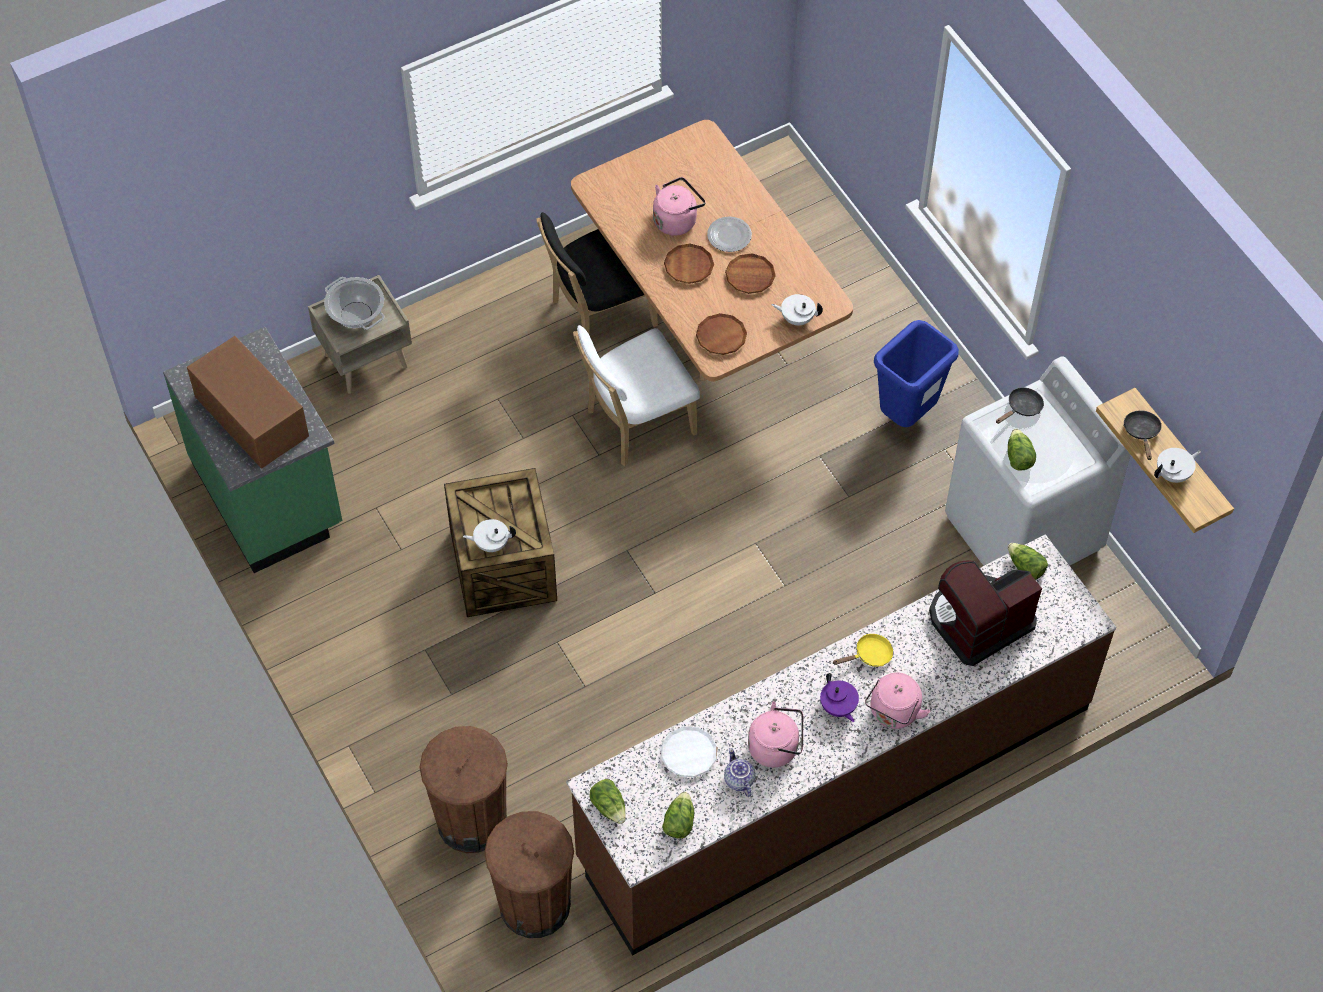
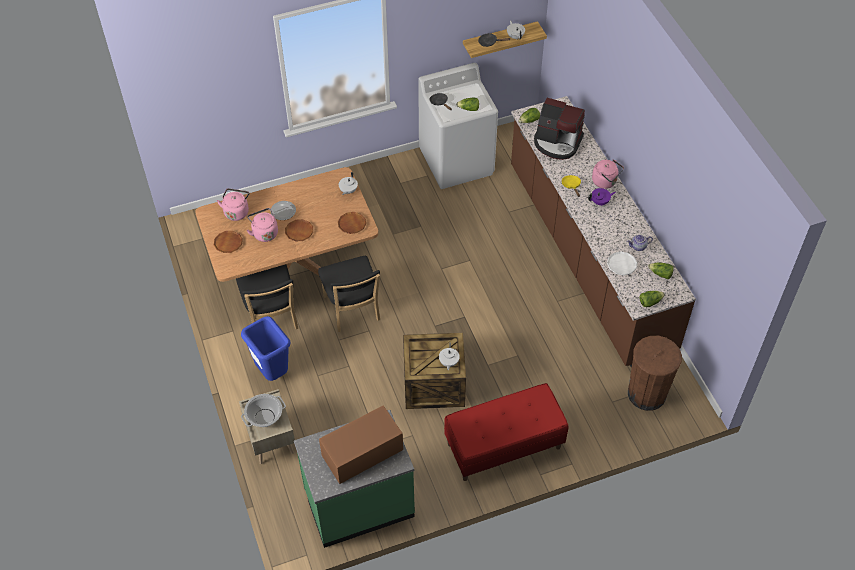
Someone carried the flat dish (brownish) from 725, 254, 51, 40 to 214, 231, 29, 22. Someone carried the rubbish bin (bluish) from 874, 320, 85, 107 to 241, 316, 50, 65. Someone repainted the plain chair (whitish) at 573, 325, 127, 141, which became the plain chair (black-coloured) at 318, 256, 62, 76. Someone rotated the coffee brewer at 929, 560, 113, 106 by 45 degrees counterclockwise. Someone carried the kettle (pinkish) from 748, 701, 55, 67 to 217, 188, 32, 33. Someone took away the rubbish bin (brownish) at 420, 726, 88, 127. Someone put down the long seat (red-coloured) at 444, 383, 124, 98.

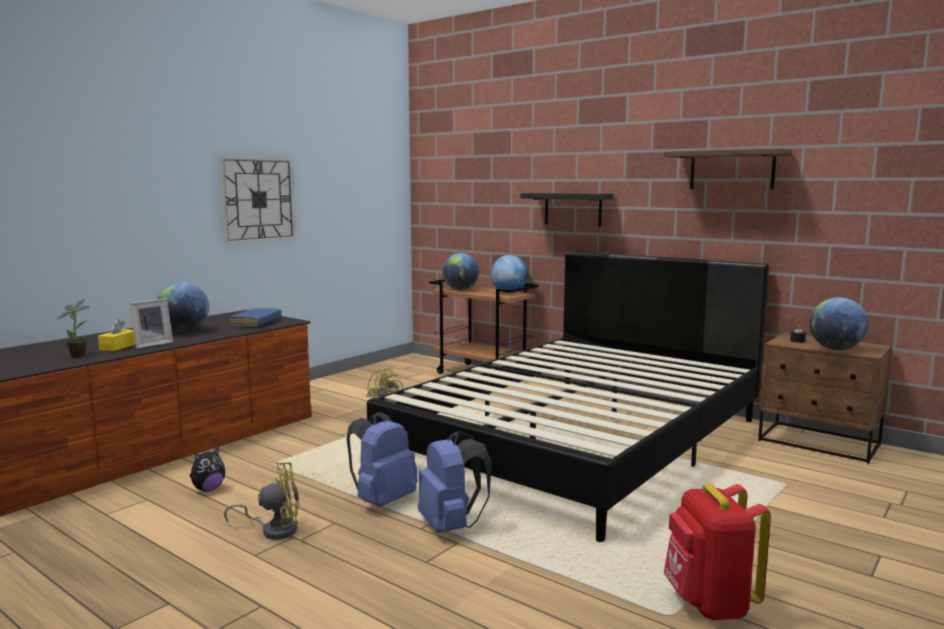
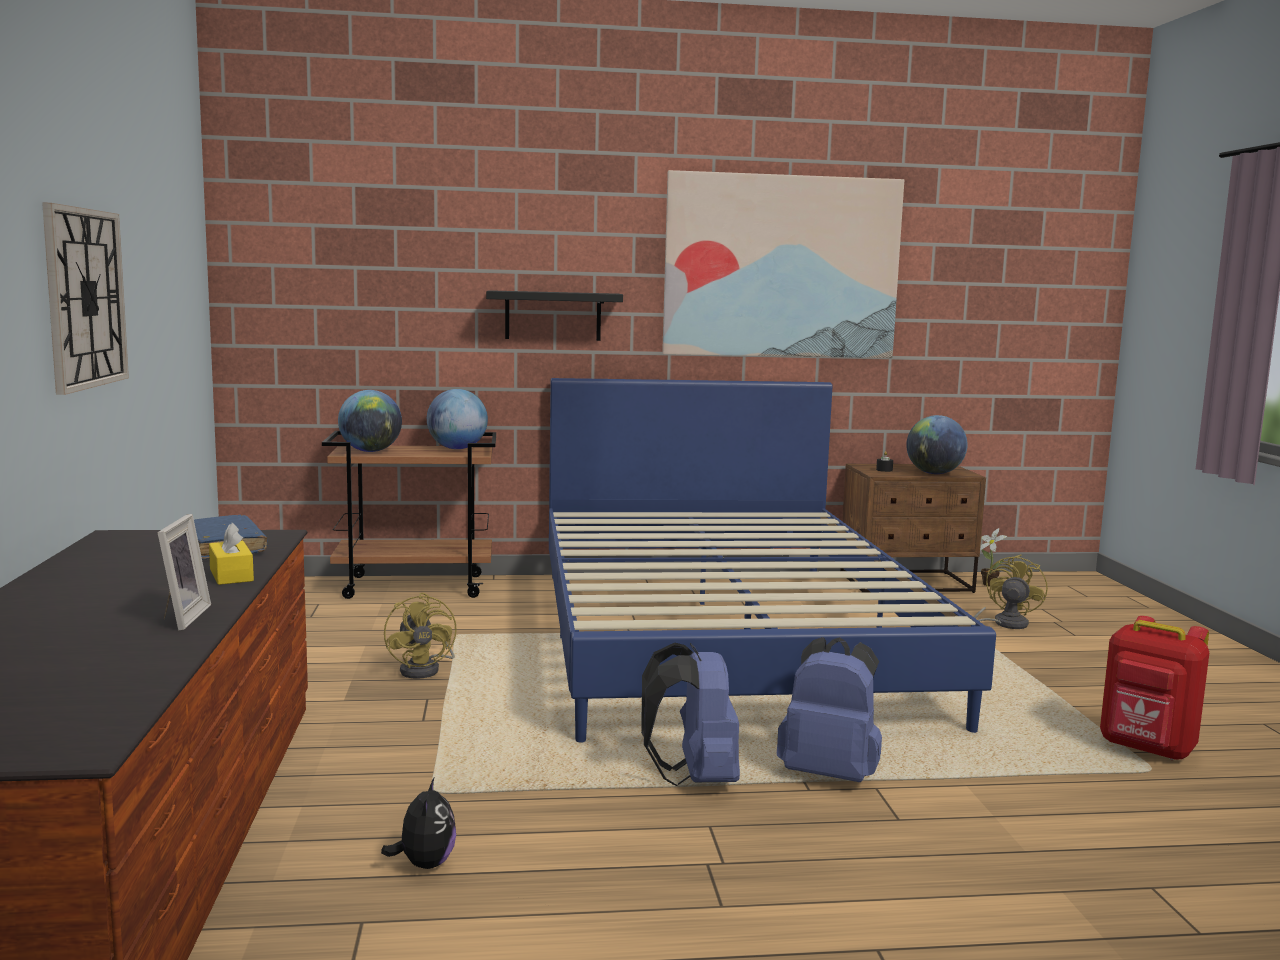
Someone swapped the wall shelf at 664, 148, 128, 41 for the wall art at 662, 170, 242, 188. Someone repainted the bedroom bed (black-coloured) at 367, 251, 402, 291, which became the bedroom bed (bluish) at 549, 378, 447, 365. Someone took away the globe at 157, 282, 52, 50. Someone carried the potted plant from 57, 299, 33, 58 to 980, 528, 27, 58. Someone carried the box of tissues (yellow) from 98, 319, 38, 32 to 209, 523, 45, 62. Someone carried the cooling fan (yellow) from 224, 462, 76, 77 to 974, 555, 74, 74.

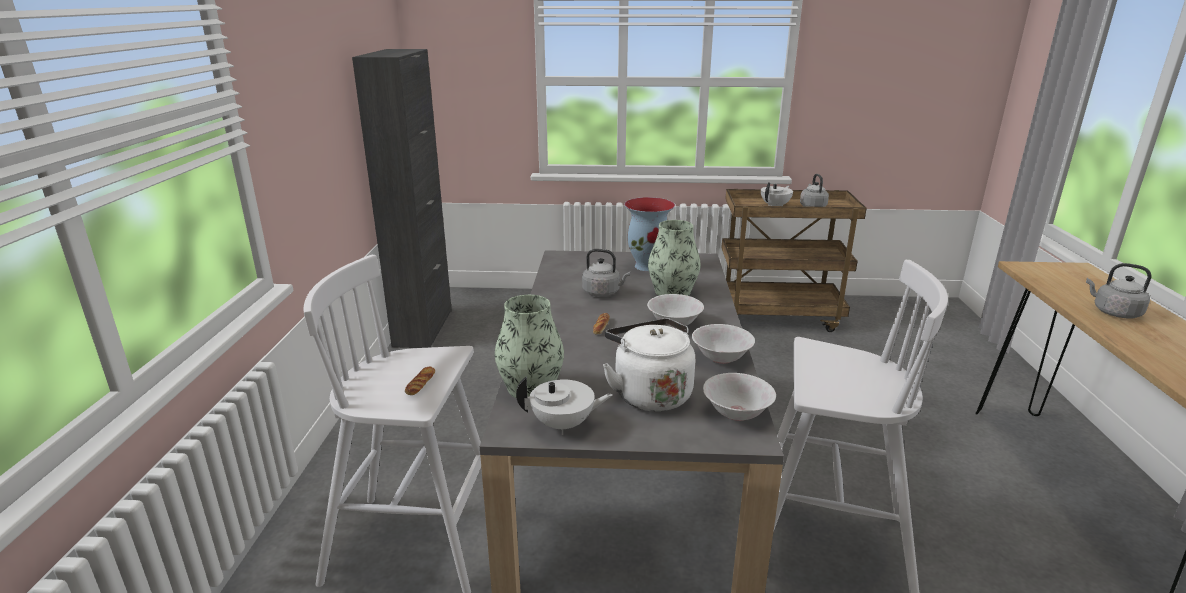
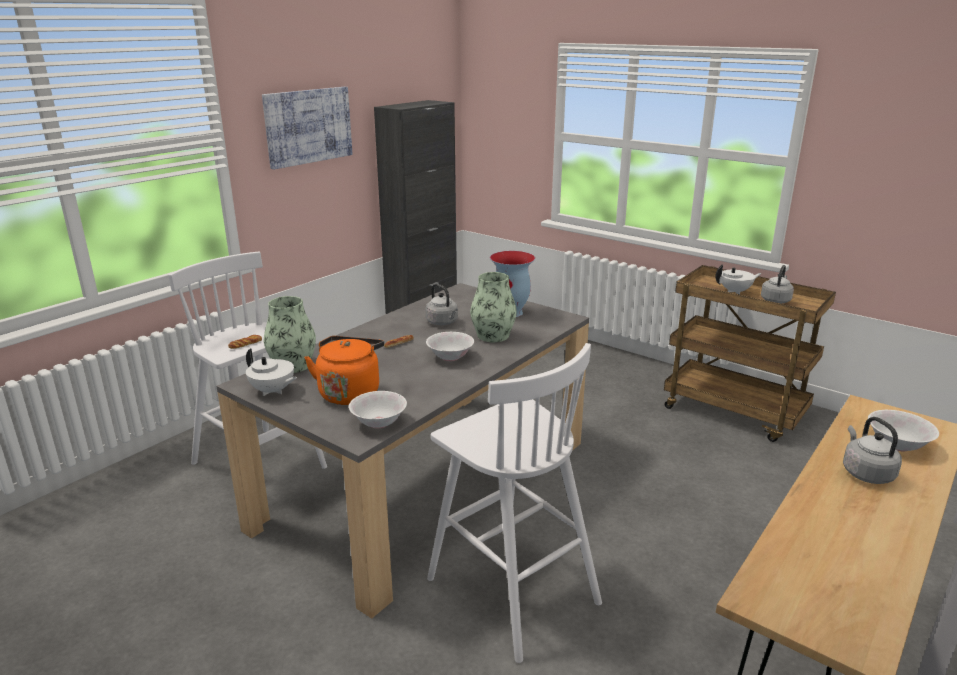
Someone repainted the kettle (whitish) at 603, 318, 92, 93, which became the kettle (orangey) at 304, 336, 80, 69. Someone carried the serving bowl (whitish) from 692, 324, 63, 40 to 868, 410, 71, 41. Someone put up the wall art at 262, 87, 91, 82.

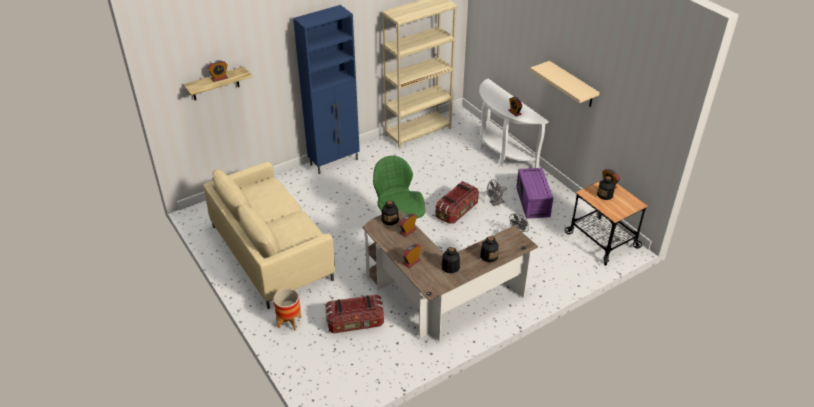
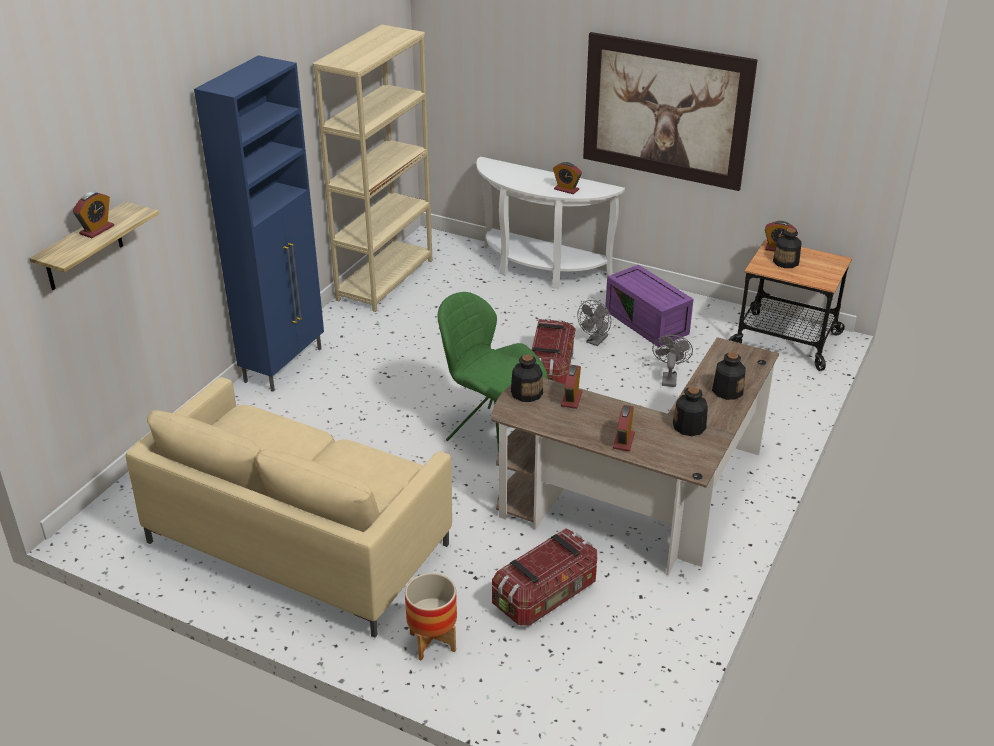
Someone swapped the wall shelf (sand-coloured) at 530, 61, 70, 46 for the wall art at 583, 32, 175, 159.

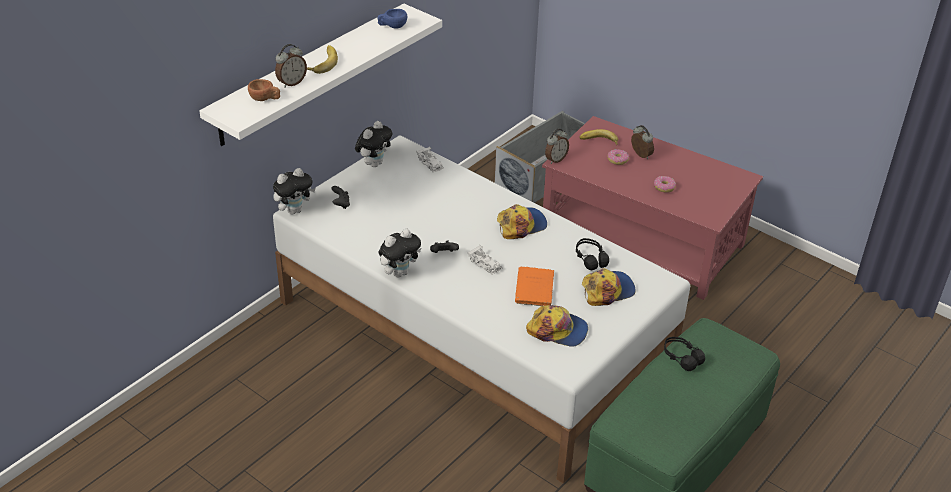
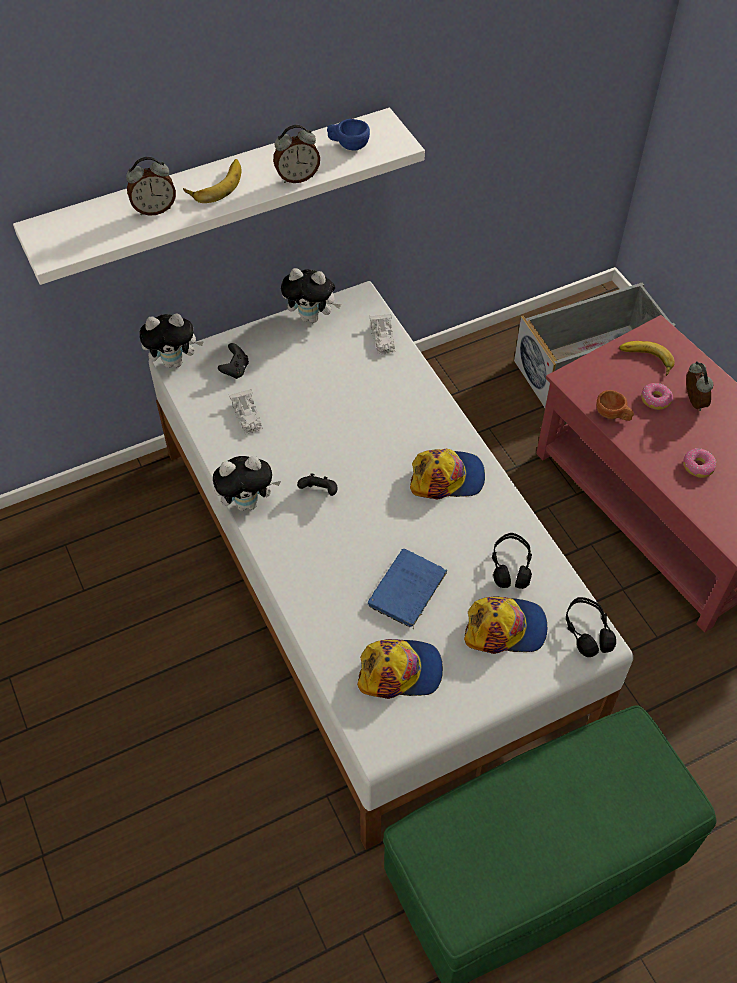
Someone carried the drinking cup (brownish) from 248, 79, 32, 22 to 597, 390, 37, 31. Someone rotated the cuddly toy at 355, 121, 37, 46 by 45 degrees clockwise. Someone carried the alarm clock from 545, 129, 24, 35 to 273, 125, 47, 58. Someone carried the model car (whitish) from 467, 244, 35, 31 to 229, 389, 34, 45. Someone repainted the book (orangey) at 515, 267, 39, 39, which became the book (bluish) at 368, 549, 79, 81. Someone rotated the peaked cap at 526, 305, 62, 42 by 45 degrees counterclockwise. Someone carried the pair of headphones (black-coloured) from 664, 337, 41, 34 to 566, 597, 50, 60.

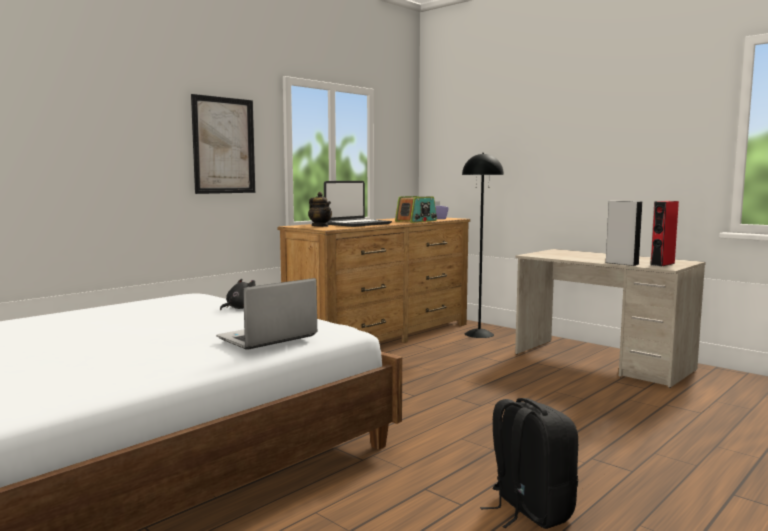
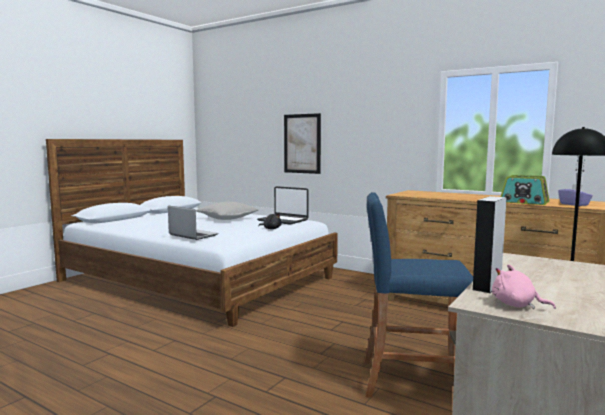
Someone carried the wall art from 191, 94, 64, 100 to 284, 113, 37, 61. Someone carried the portable computer from 324, 181, 68, 46 to 257, 186, 52, 39. Someone took away the tea pot at 308, 192, 24, 35. Someone swapped the loudspeaker (red-coloured) at 650, 201, 29, 65 for the cuddly toy (pinkish) at 492, 264, 64, 45. Someone took away the backpack (black-coloured) at 480, 398, 98, 131. Someone put down the stool (bluish) at 364, 192, 109, 206. Someone put down the pillow (greyish) at 196, 202, 63, 18.

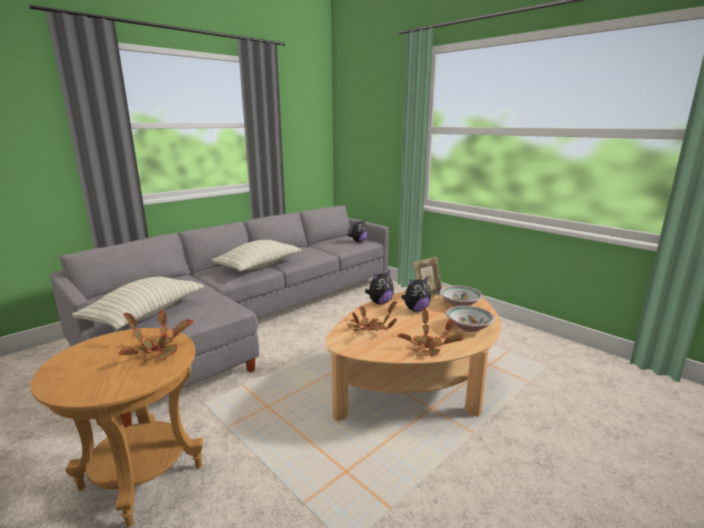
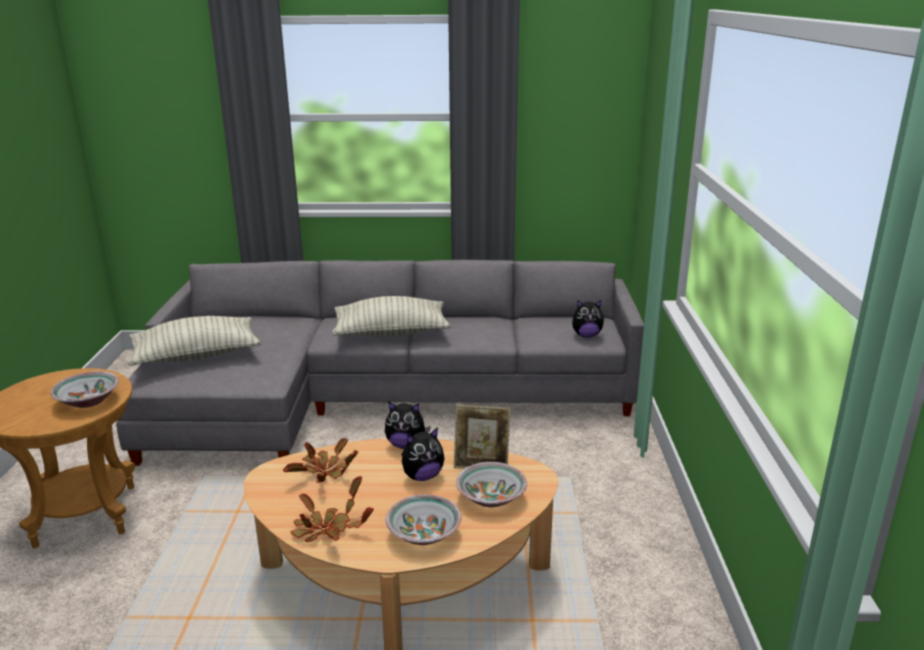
Someone rotated the cuddly toy at 401, 277, 30, 35 by 45 degrees counterclockwise. Someone swapped the potted plant at 118, 310, 76, 51 for the serving bowl at 50, 371, 69, 37.

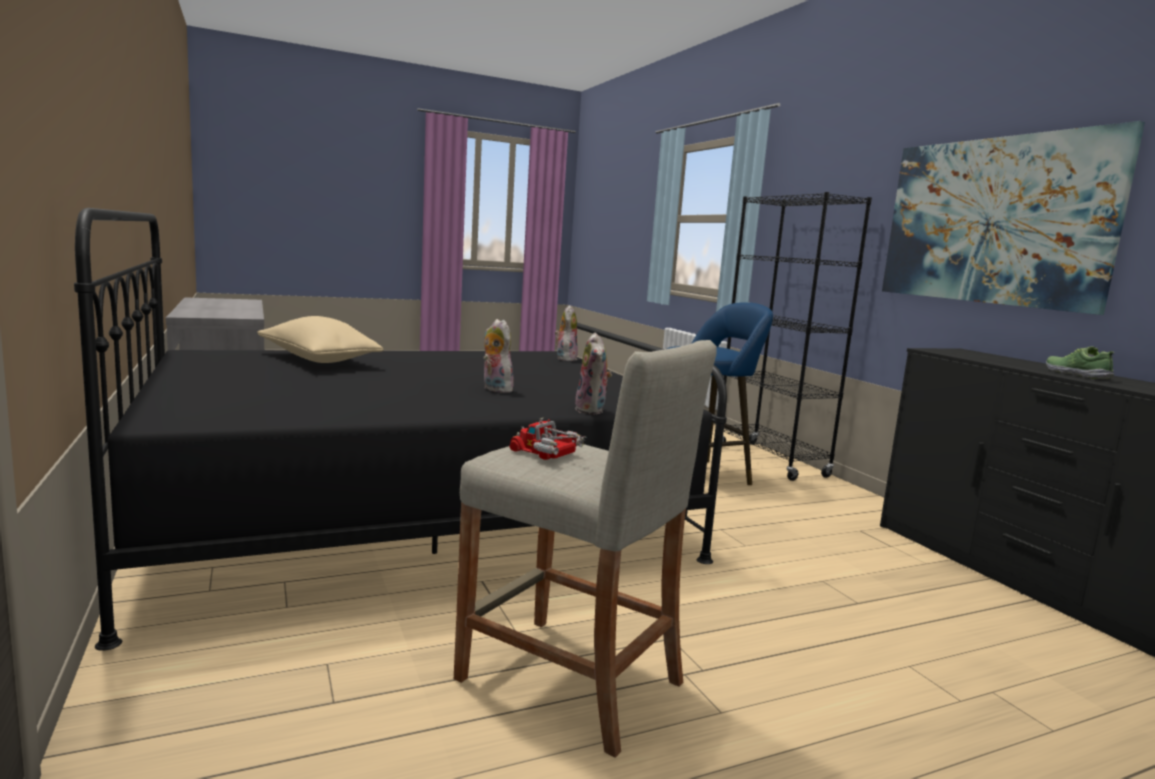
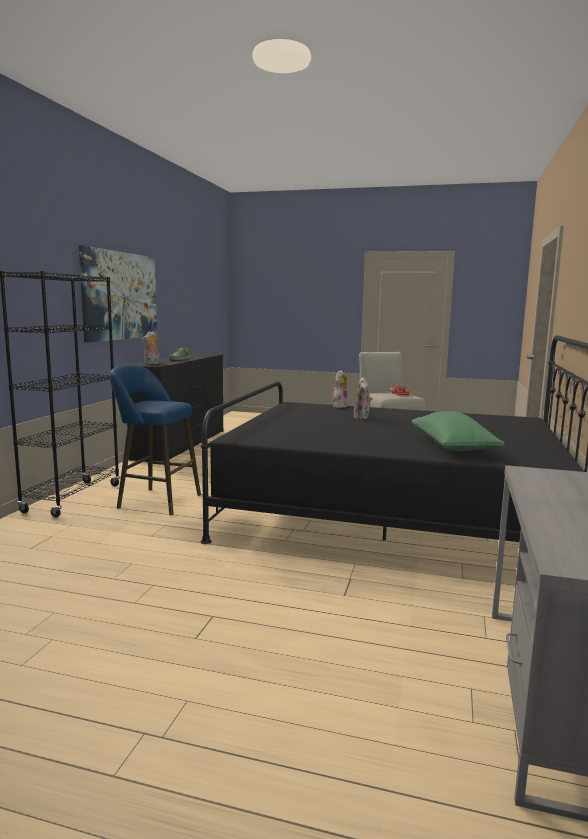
Someone carried the cuddly toy from 555, 305, 23, 56 to 141, 331, 19, 33. Someone repainted the pillow (sand-coloured) at 257, 316, 126, 47, which became the pillow (green) at 411, 411, 94, 40.

